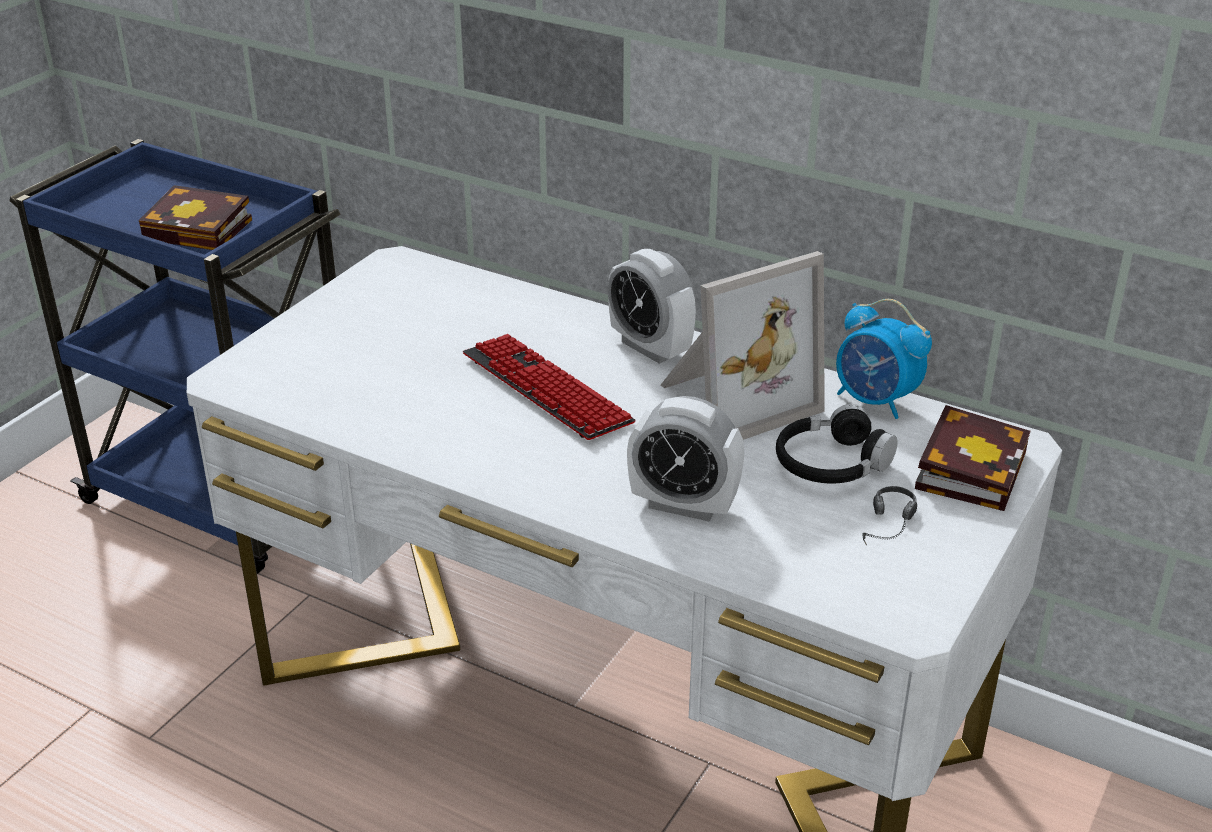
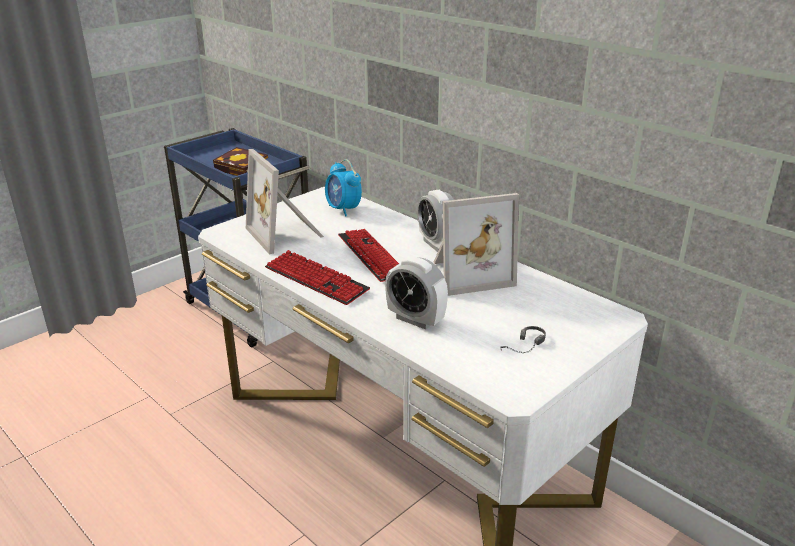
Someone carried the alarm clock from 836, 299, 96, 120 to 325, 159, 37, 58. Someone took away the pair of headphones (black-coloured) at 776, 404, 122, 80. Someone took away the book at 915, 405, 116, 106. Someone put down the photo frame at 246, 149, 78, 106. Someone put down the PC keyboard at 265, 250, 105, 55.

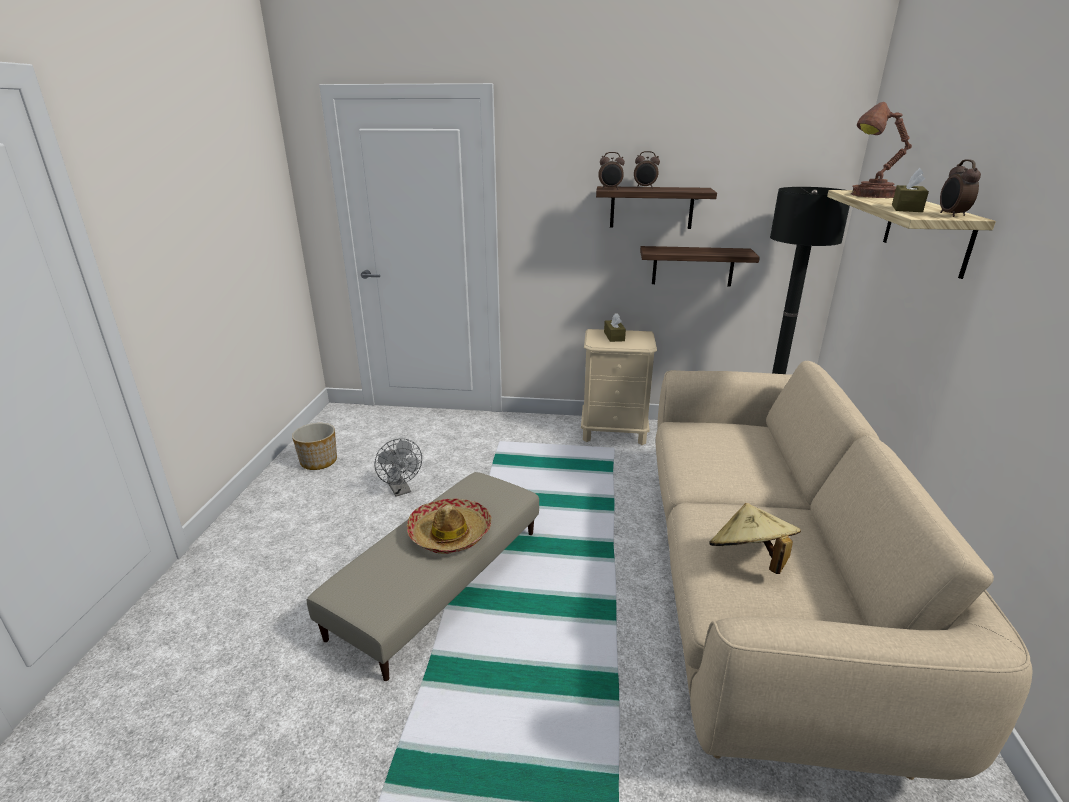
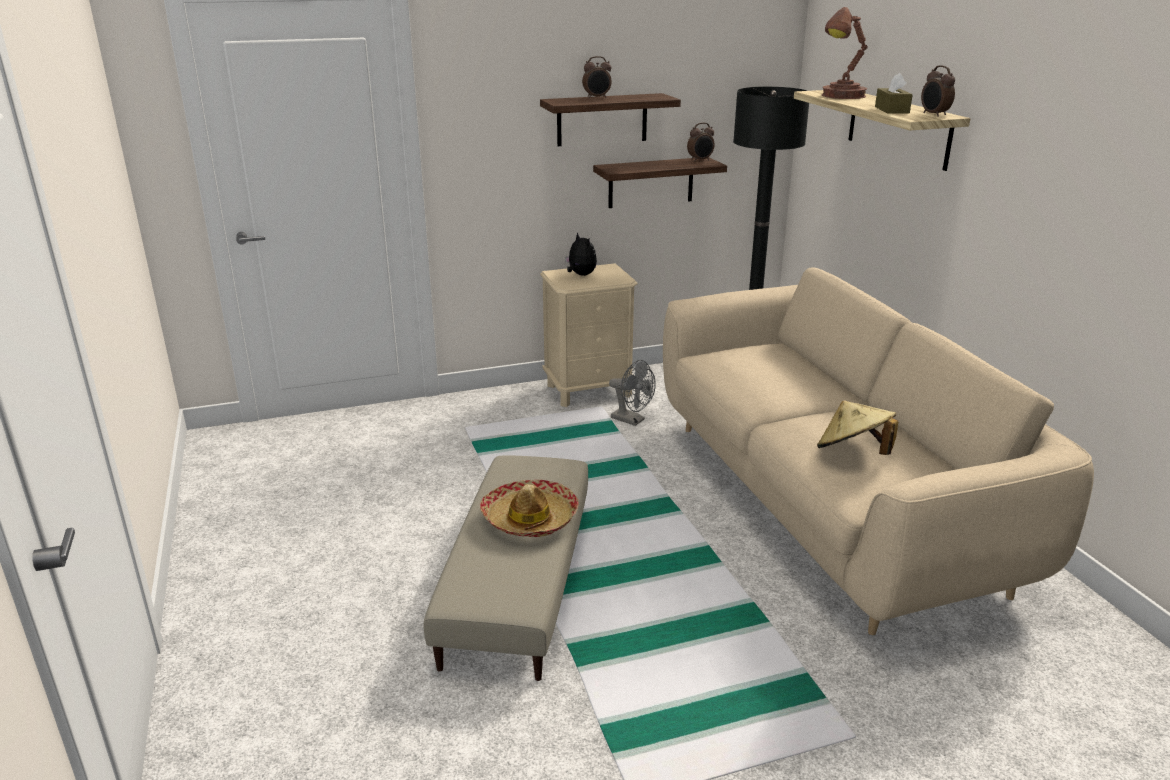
Someone carried the alarm clock from 598, 152, 27, 37 to 687, 123, 28, 39. Someone swapped the box of tissues (brownish) at 604, 313, 22, 29 for the cuddly toy at 565, 232, 32, 44. Someone took away the planter at 292, 423, 45, 47. Someone carried the cooling fan (greyish) from 374, 438, 48, 59 to 609, 360, 47, 66.

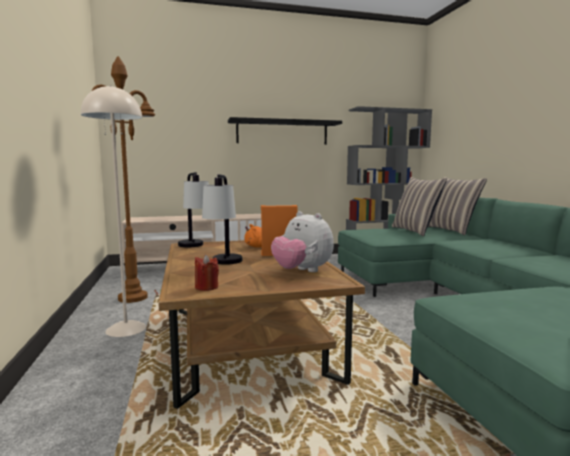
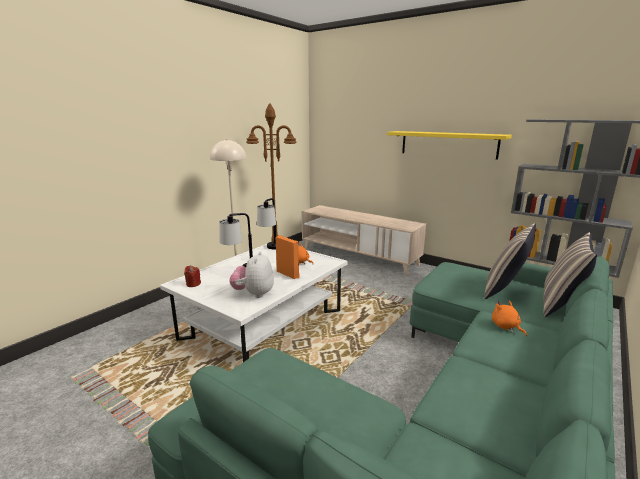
Someone repainted the wall shelf (black-coloured) at 228, 117, 114, 28, which became the wall shelf (yellow) at 387, 131, 125, 29. Someone repainted the low table (brownish) at 158, 240, 207, 169, which became the low table (whitish) at 160, 244, 188, 118. Someone put down the cuddly toy (orangey) at 492, 300, 35, 36.

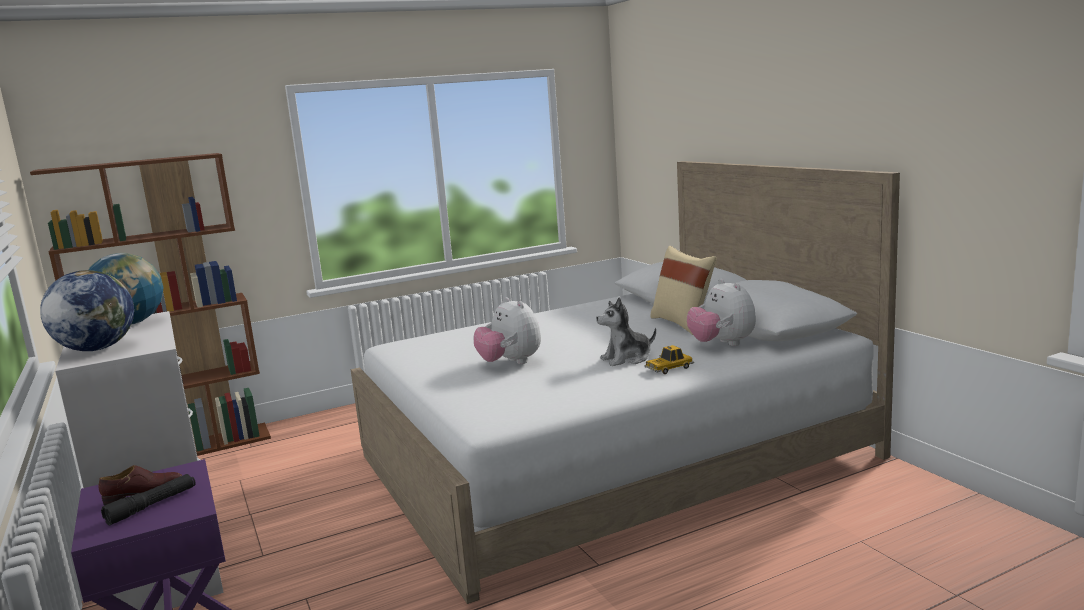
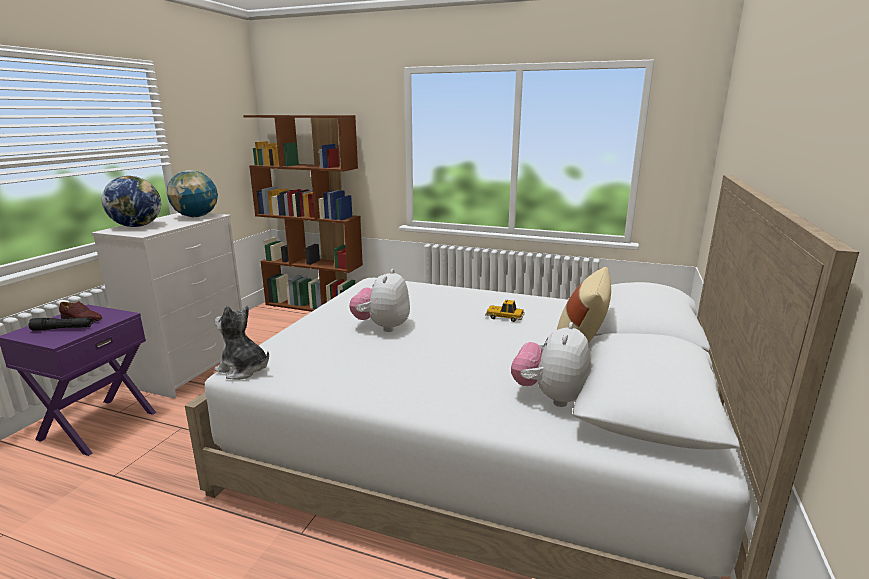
Someone carried the cuddly toy from 596, 297, 60, 69 to 215, 305, 54, 75. Someone carried the model car from 644, 345, 50, 29 to 485, 300, 40, 22.

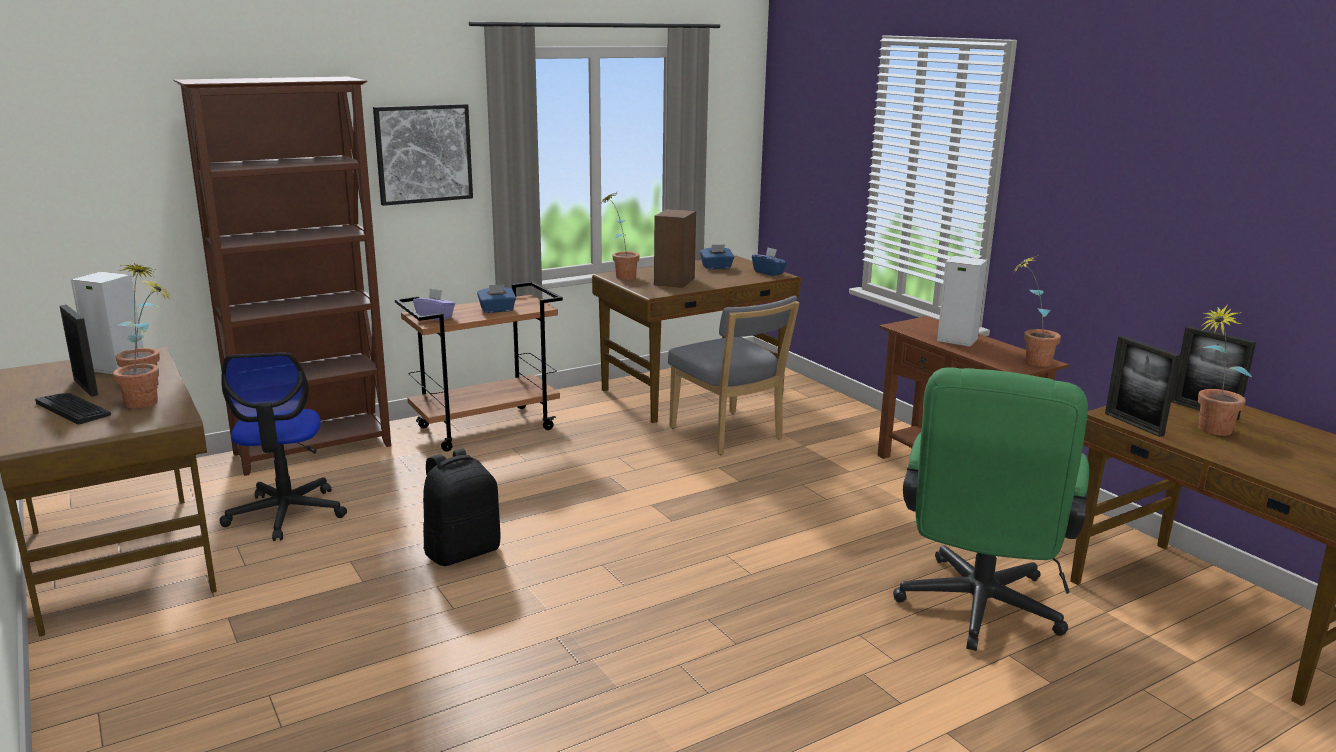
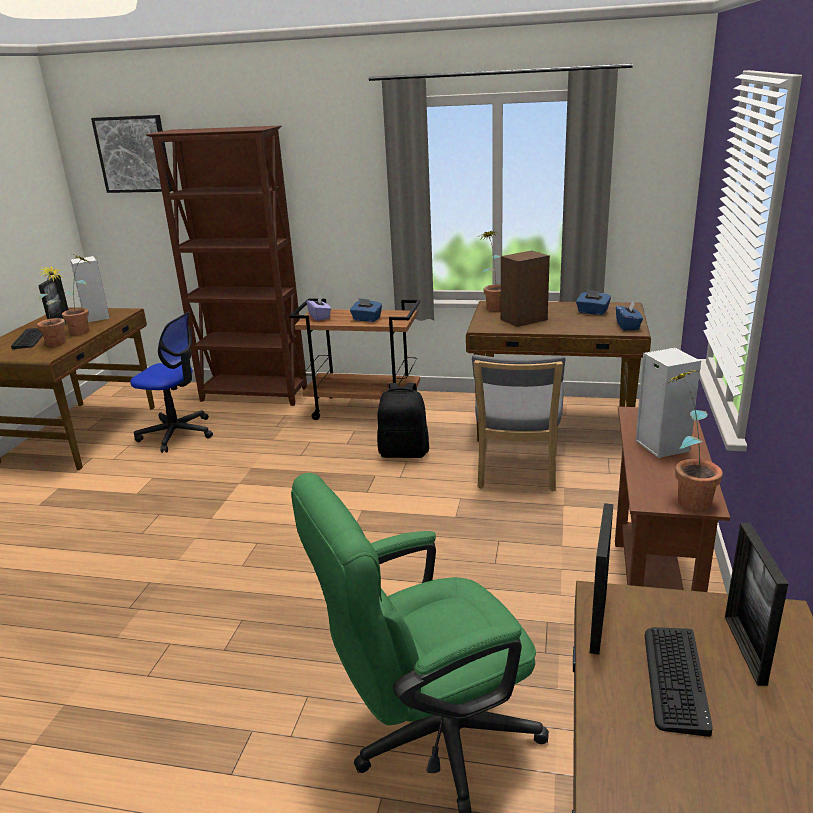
Someone carried the wall art from 373, 104, 100, 102 to 91, 115, 82, 78. Someone swapped the potted plant at 1198, 305, 54, 131 for the PC keyboard at 645, 627, 68, 110. Someone rotated the computer chair at 219, 352, 128, 189 by 105 degrees counterclockwise. Someone carried the backpack (black-coloured) from 423, 449, 77, 117 to 377, 383, 52, 75.

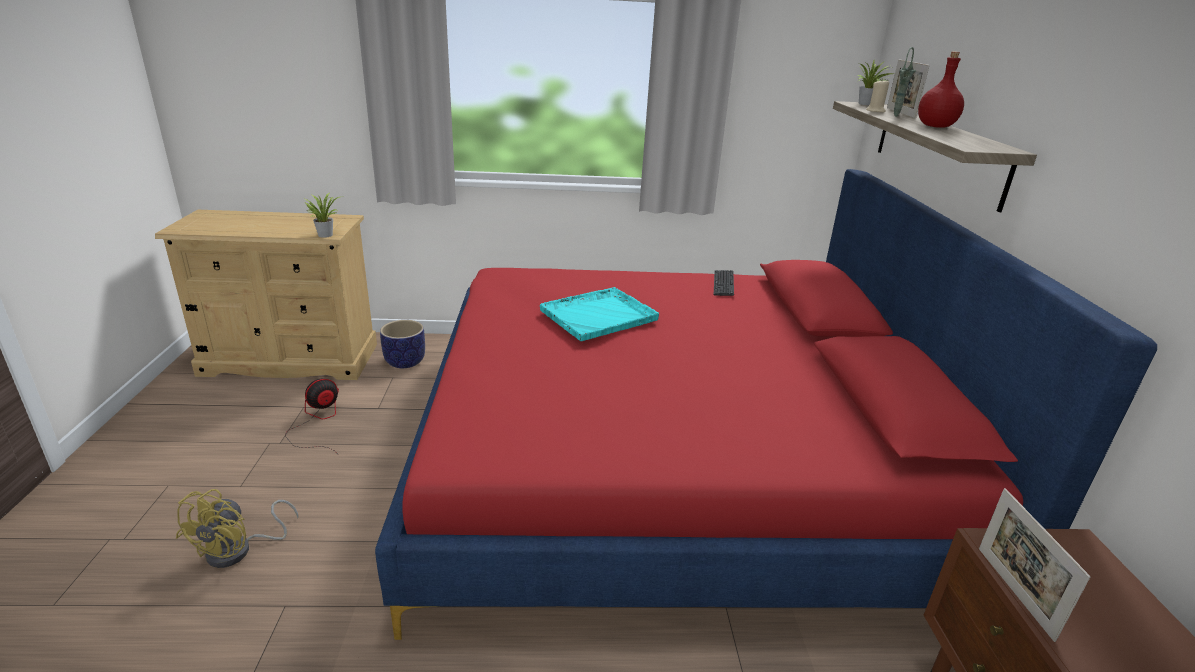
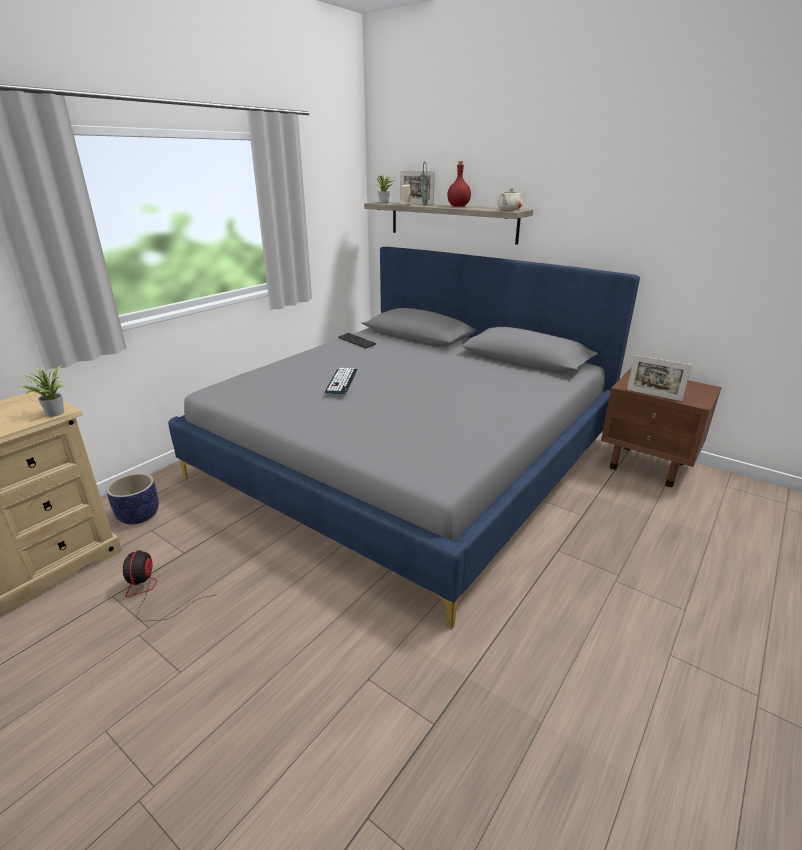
Someone repainted the bedroom bed (red-coloured) at 375, 169, 782, 471, which became the bedroom bed (greyish) at 168, 247, 472, 382. Someone swapped the carrying tray (blue-green) at 540, 287, 119, 54 for the PC keyboard at 325, 368, 32, 26. Someone took away the cooling fan (yellow) at 176, 489, 123, 79. Someone put down the tea pot (sand-coloured) at 497, 188, 26, 22.

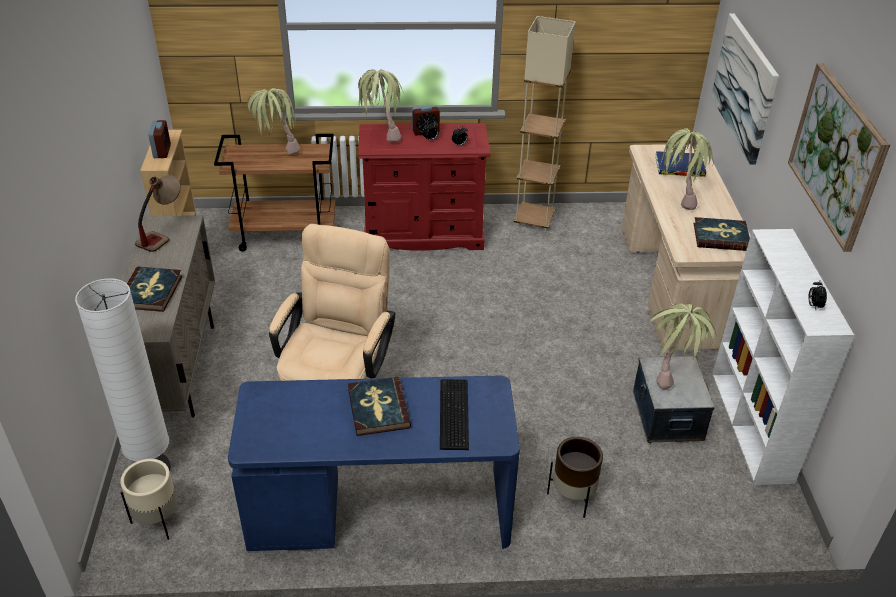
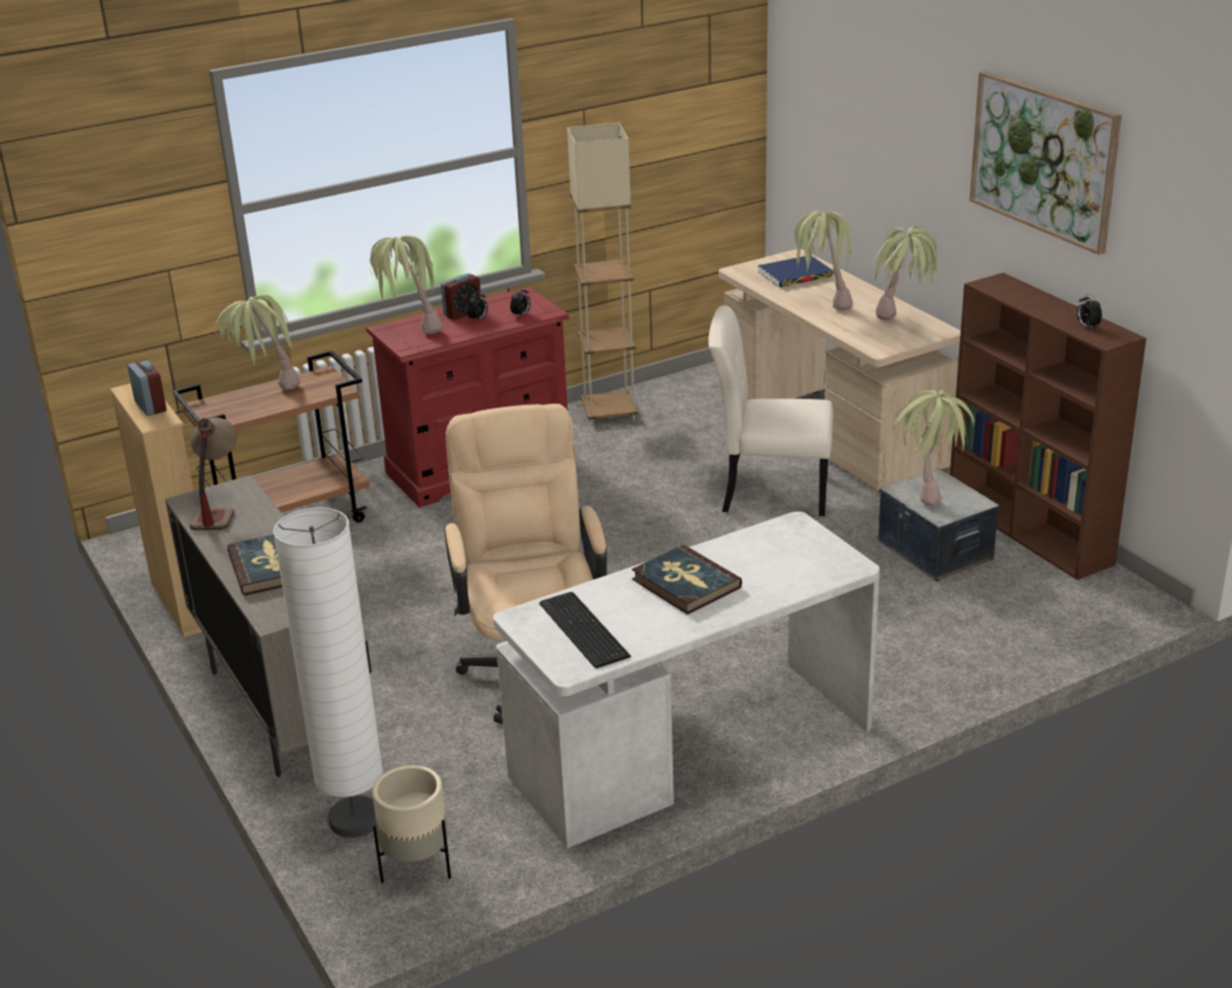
Someone took away the wall art at 711, 13, 68, 152. Someone swapped the book at 693, 217, 57, 34 for the potted plant at 870, 226, 67, 94. Someone repainted the bookcase (whitish) at 712, 229, 142, 256, which became the bookcase (brownish) at 950, 273, 196, 307. Someone repainted the desk table (bluish) at 228, 376, 292, 175, which became the desk table (whitish) at 493, 512, 387, 336. Someone carried the PC keyboard from 440, 379, 29, 71 to 539, 592, 92, 77. Someone took away the planter (brownish) at 547, 437, 56, 81. Someone put down the plain chair (sand-coloured) at 708, 305, 126, 211.

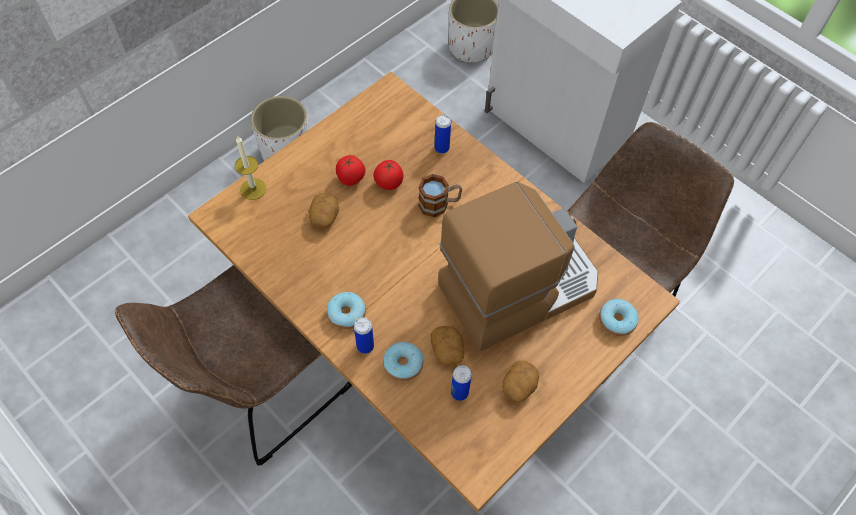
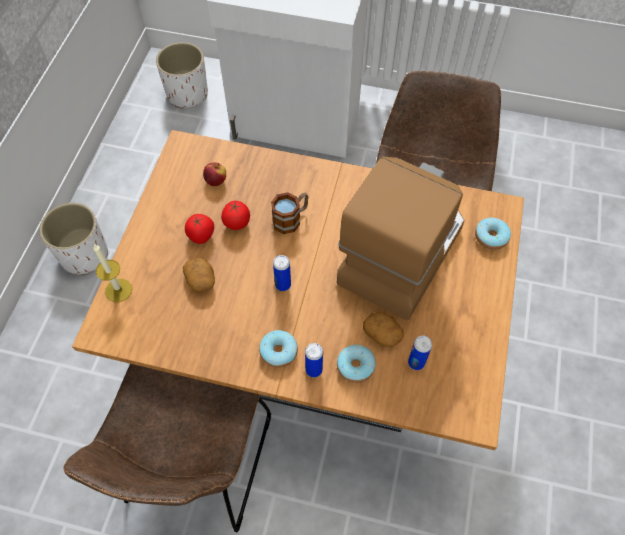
Someone carried the metal can from 434, 115, 17, 39 to 273, 255, 18, 36. Someone took away the potato at 502, 361, 37, 41. Someone put down the whole apple at 203, 162, 23, 24.

